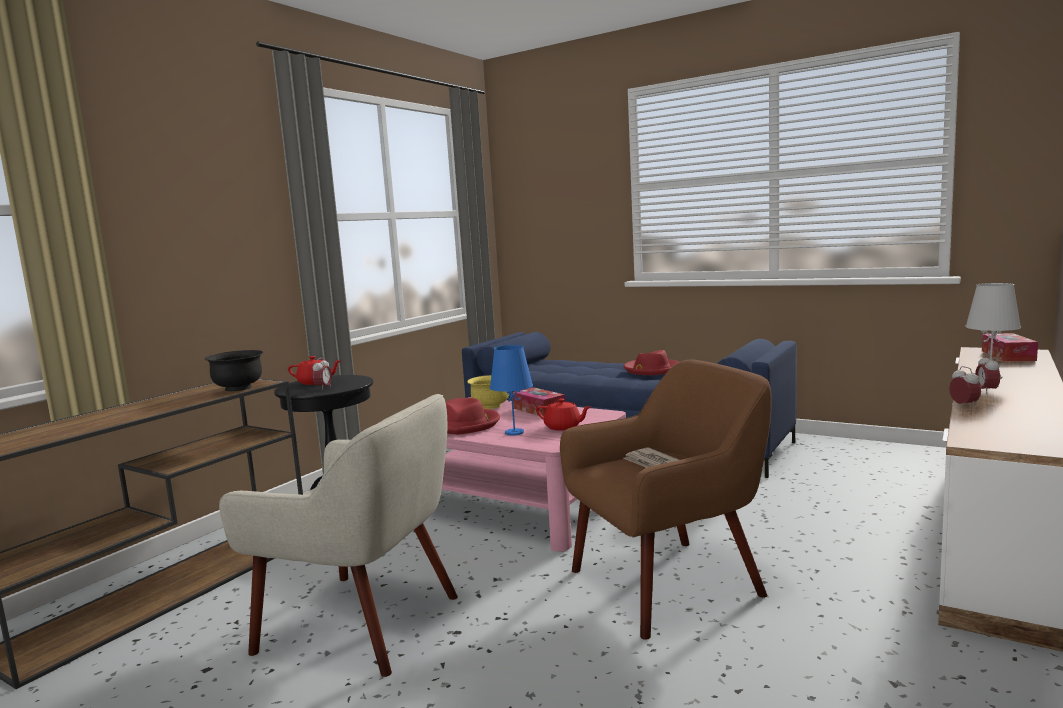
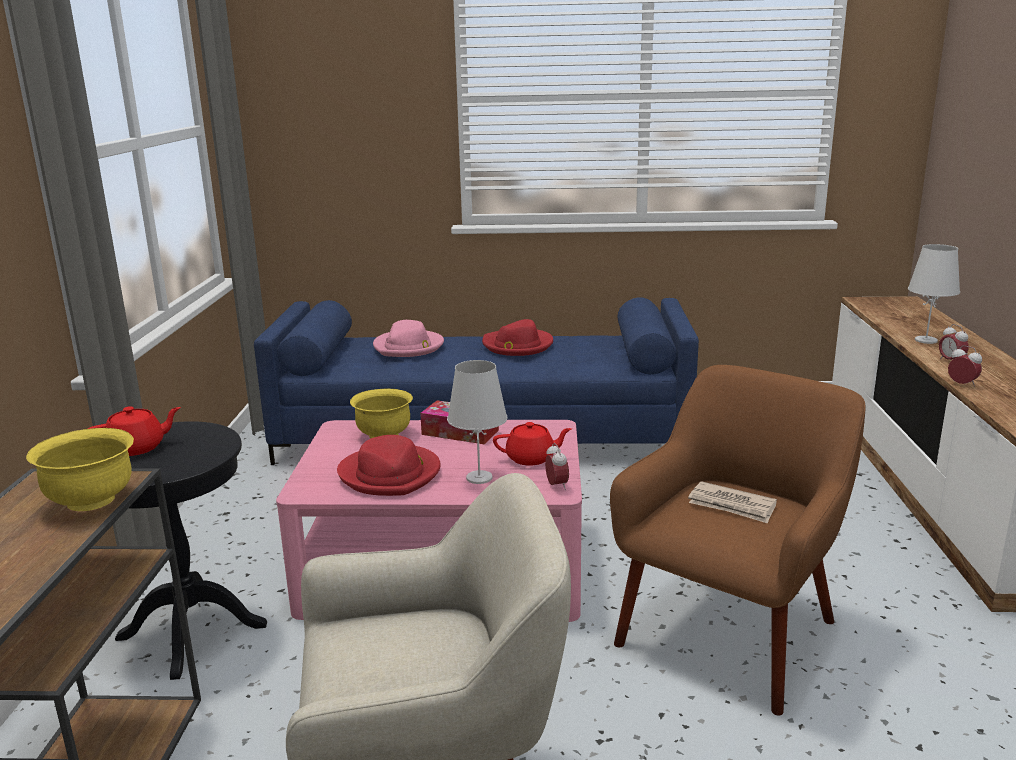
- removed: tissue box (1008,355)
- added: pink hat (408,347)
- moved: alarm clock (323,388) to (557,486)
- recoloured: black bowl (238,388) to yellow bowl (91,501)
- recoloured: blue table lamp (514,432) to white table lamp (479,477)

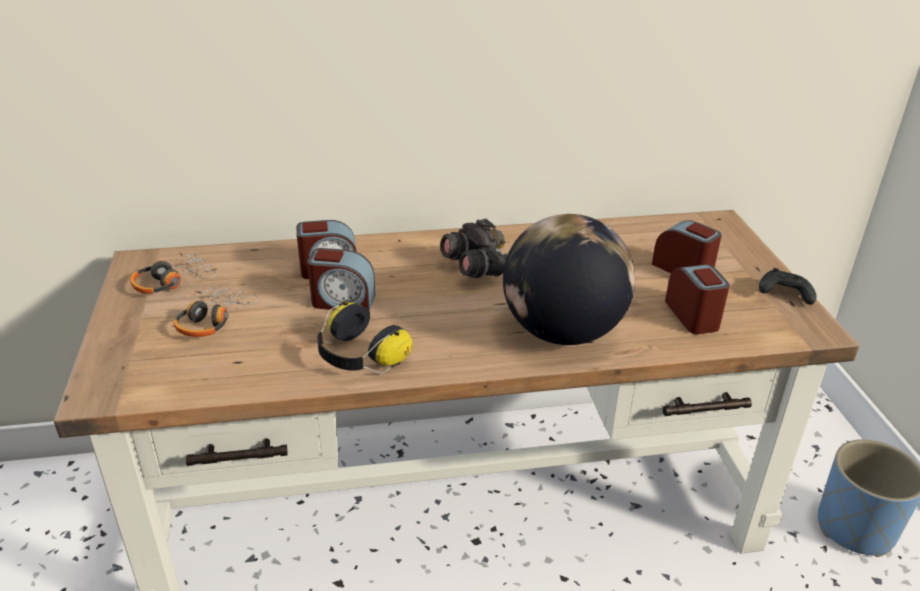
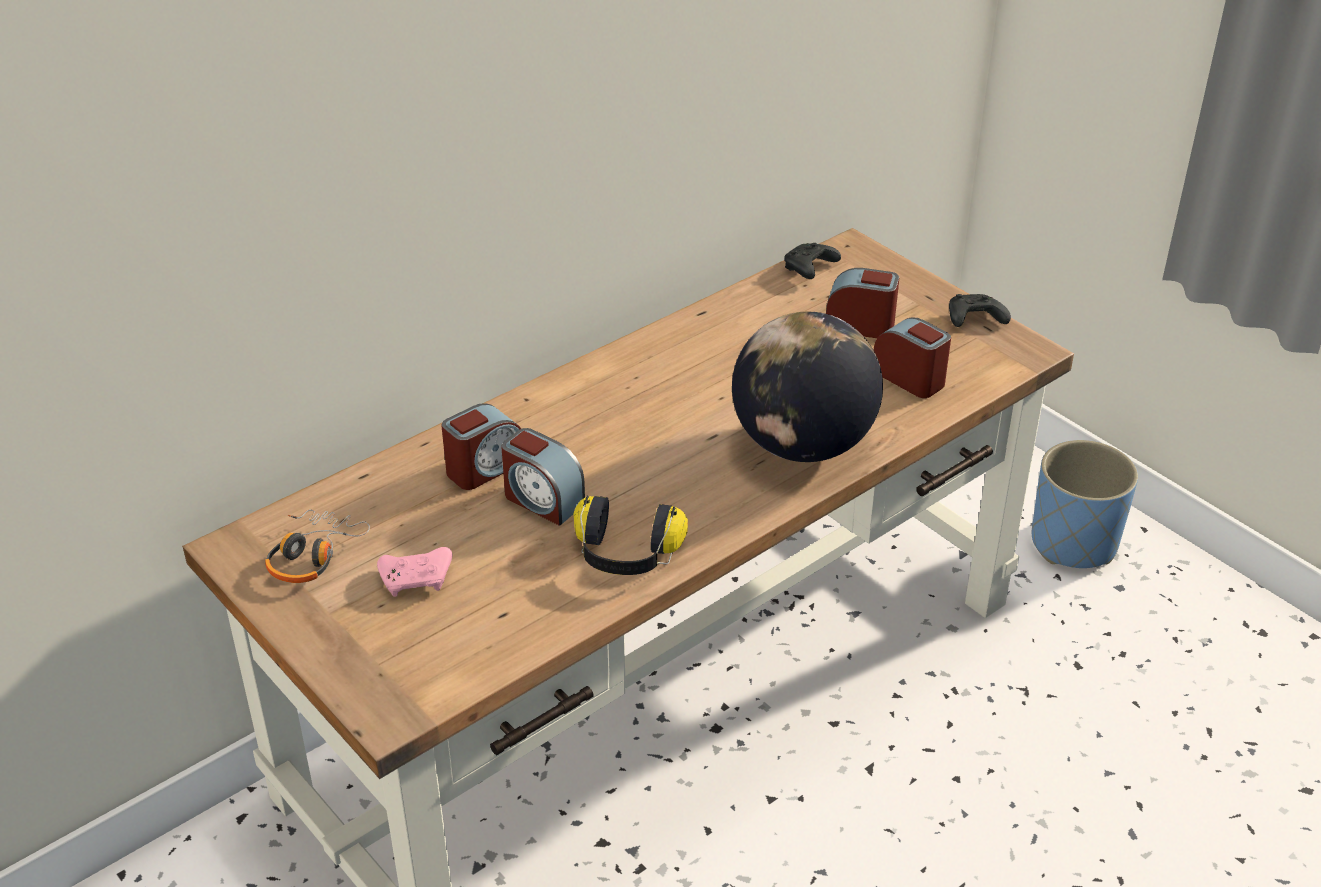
- removed: grey binoculars (479,269)
- added: black game controller (809,269)
- replaced: headphones (212,319) to pink game controller (417,580)
- turned: alarm clock (342,301) = (542,500) 60 degrees clockwise

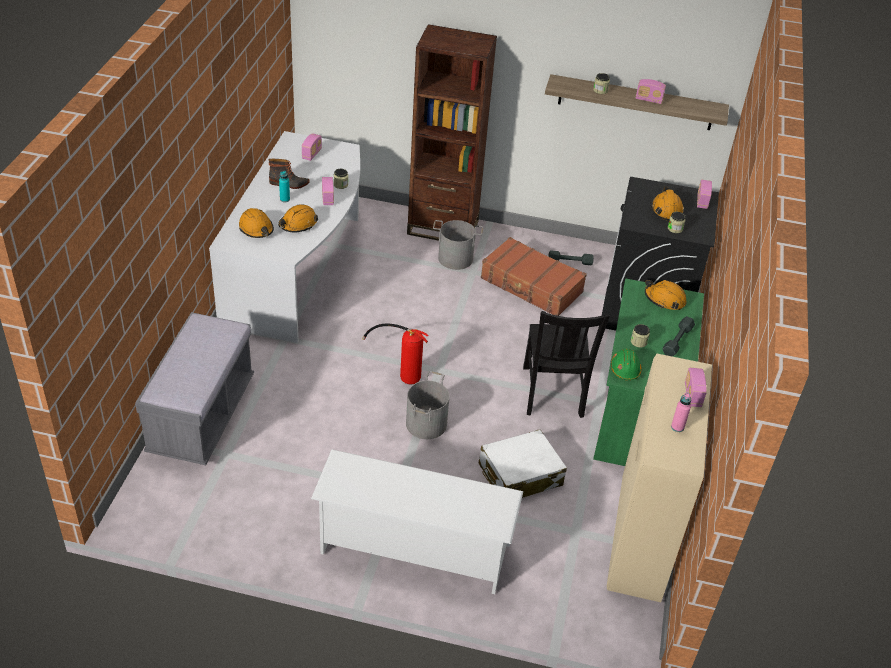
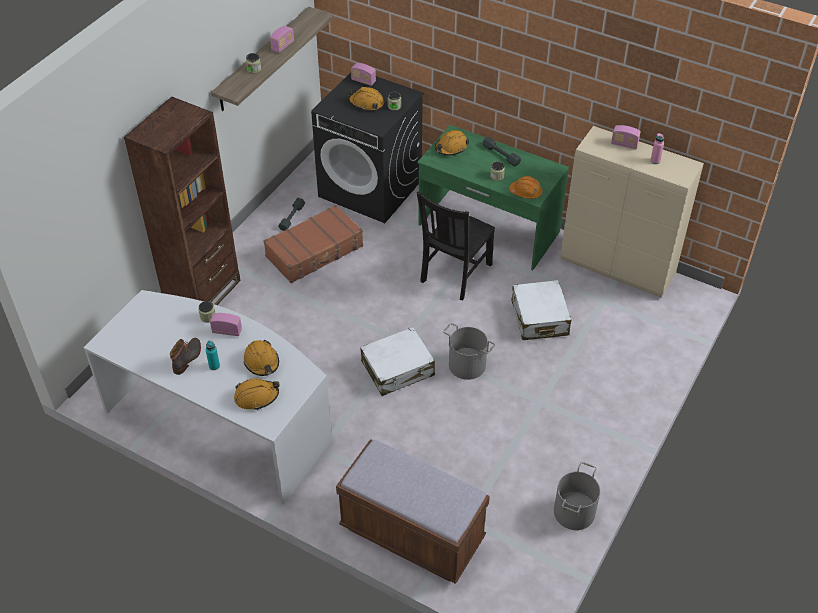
- removed: radio (312,154)
- removed: white shoe rack (414,549)
- moved: grey bucket (455,258) to (573,512)
- replaced: fire extinguisher (400,372) to white suitcase (398,369)
- recoloured: grey bench (202,417) to brown bench (412,534)
- recoloured: green hard hat (625,369) to orange hard hat (526,192)
- turned: black chair (552,393) = (454,274) 105 degrees clockwise

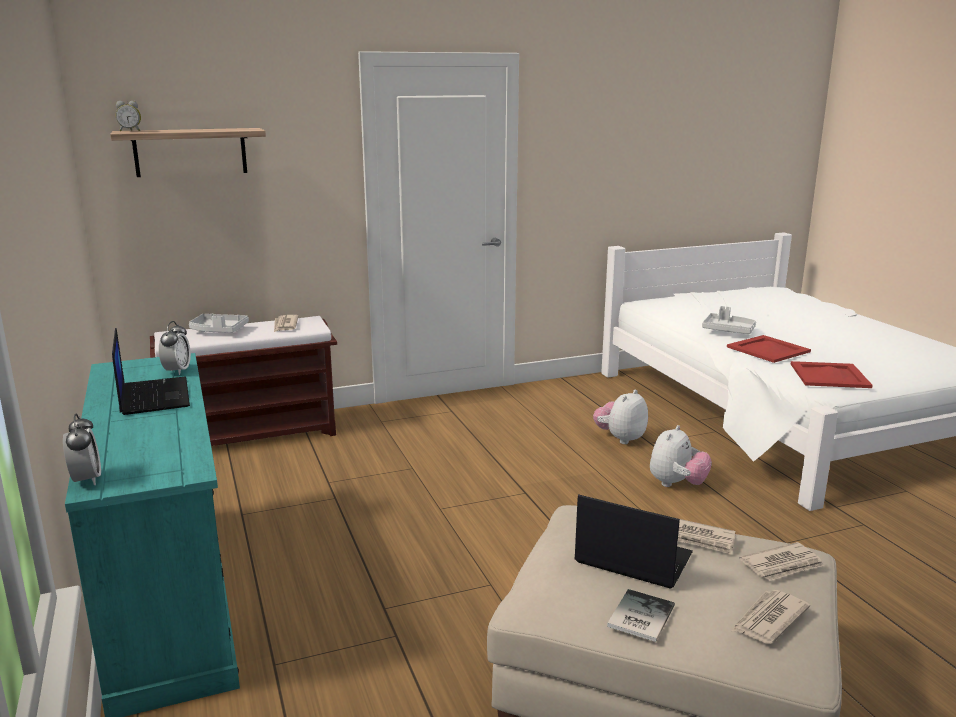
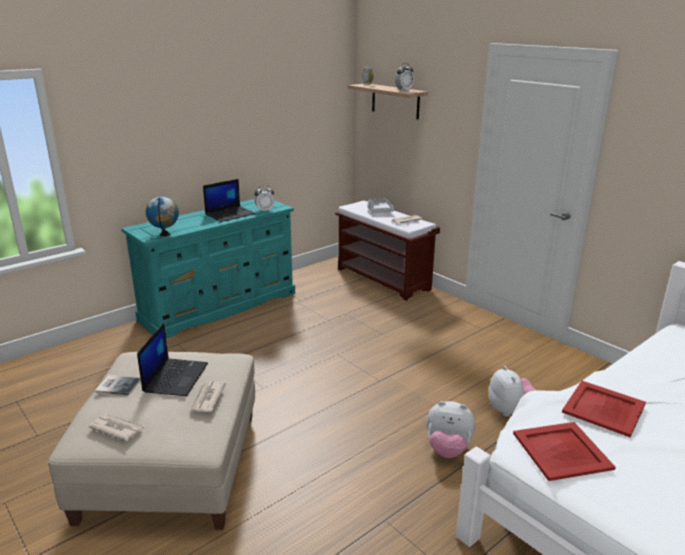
- removed: grey tray (728,330)
- removed: newspaper (782,565)
- added: globe (165,234)
- moved: alarm clock (86,480) to (403,90)
- turned: plush toy (620,438) = (510,410) 60 degrees clockwise

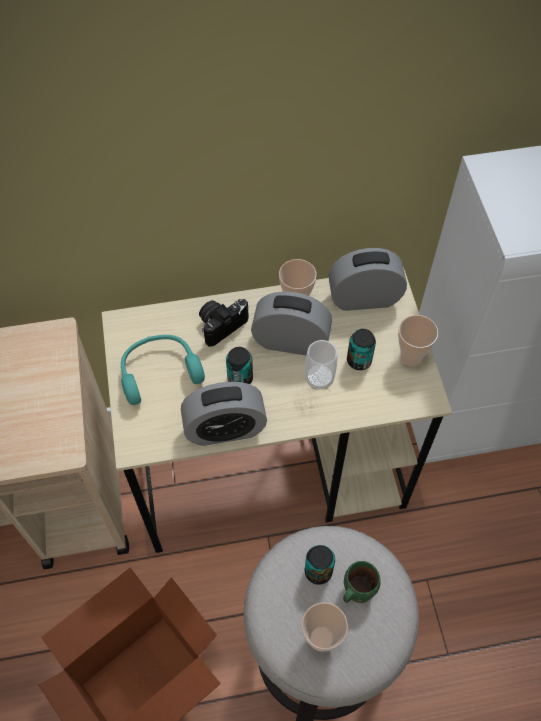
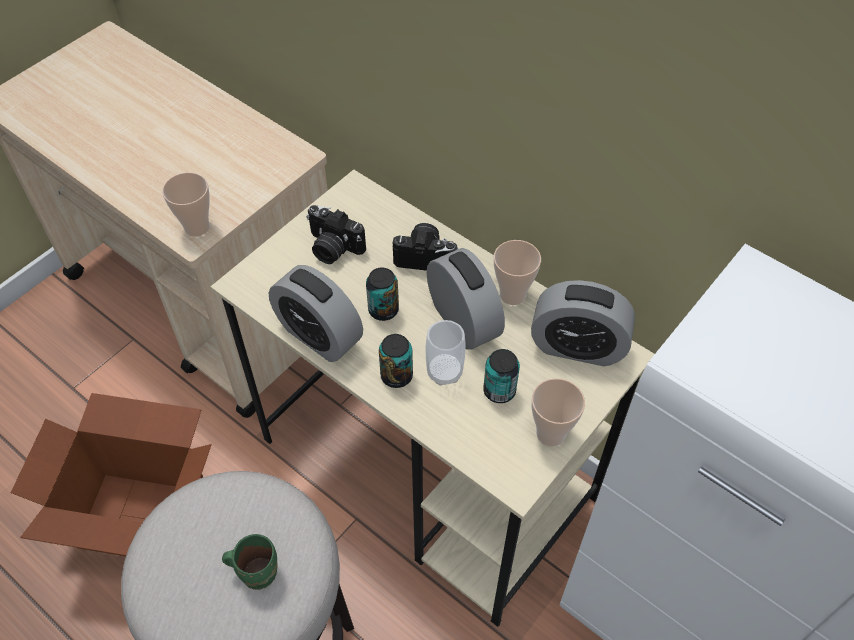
- moved: cup (321,638) to (197,227)
- moved: can (318,571) to (396,376)
- replaced: turquoise headphones (159,371) to photo camera (332,248)
- turned: alarm clock (364,298) = (577,346) 150 degrees clockwise

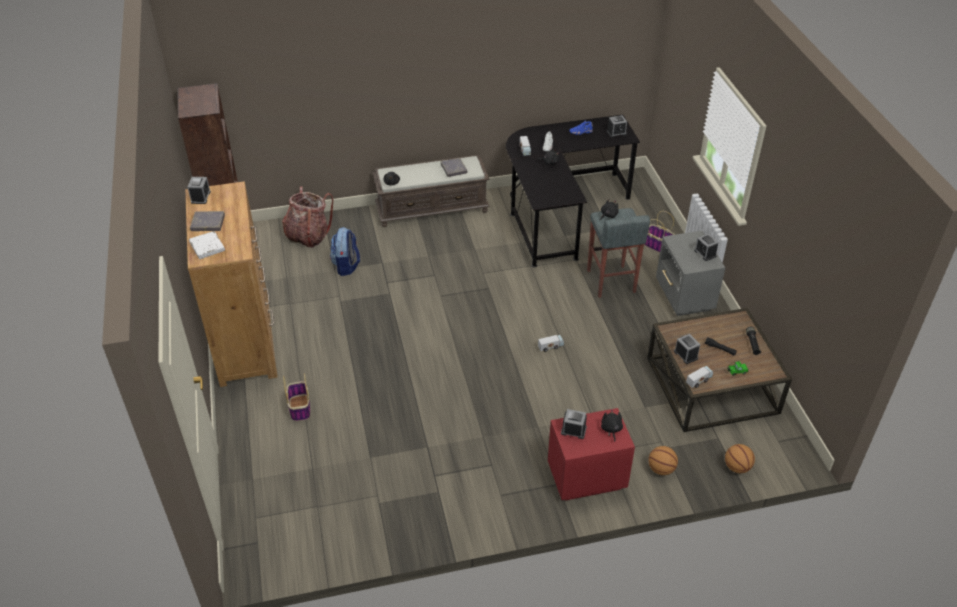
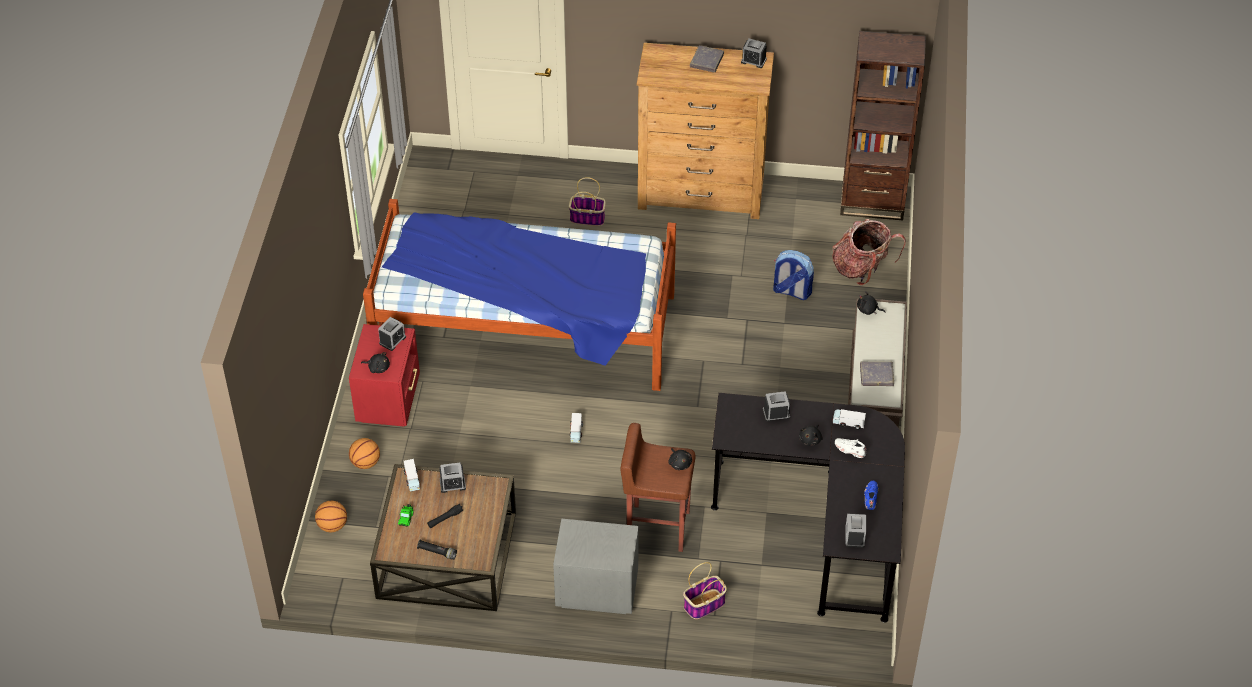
- removed: white book (207,247)
- added: bed (525,330)
- moved: alarm clock (705,253) to (776,413)
- recoloured: grey stool (610,282) to brown stool (657,527)

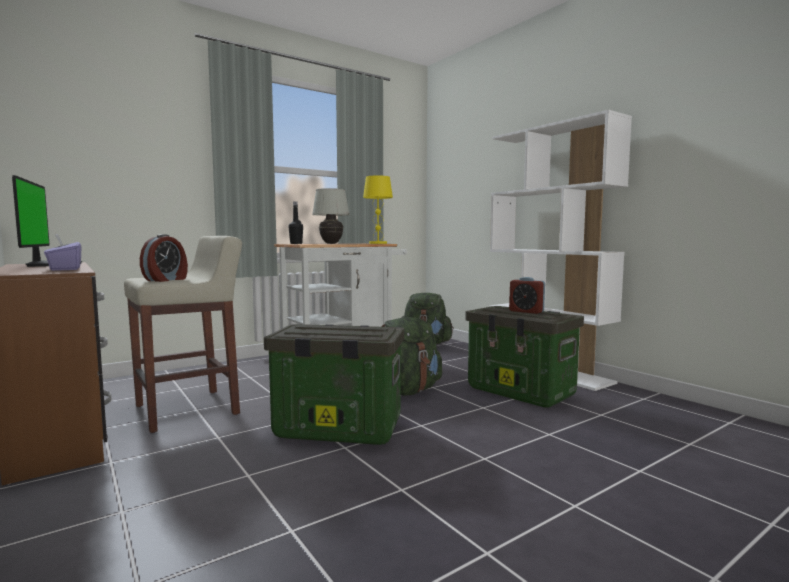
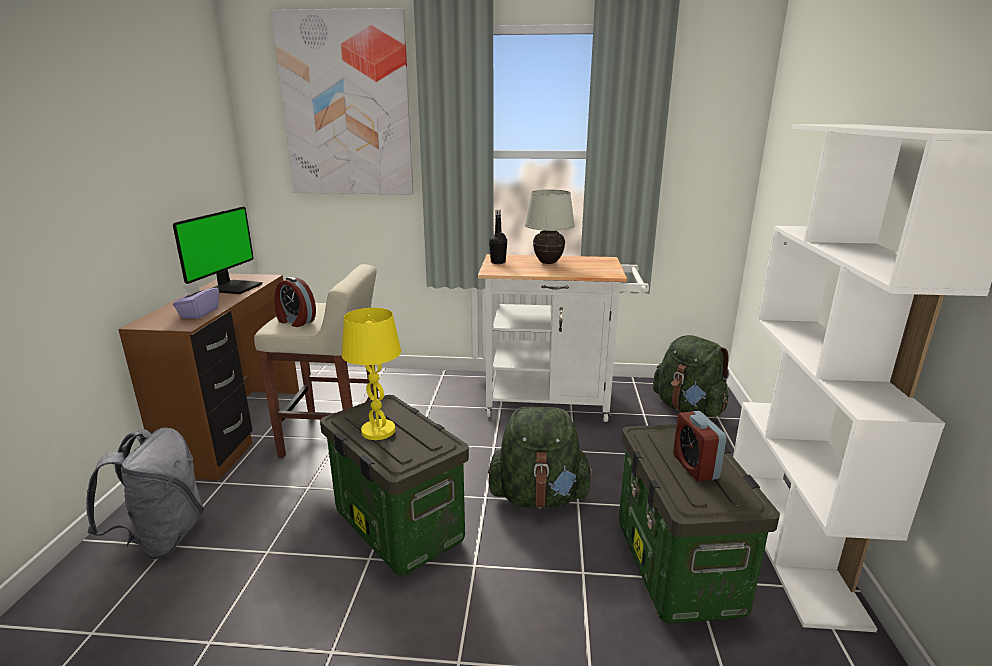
- added: grey backpack (163,538)
- added: picture (347,106)
- moved: yellow table lamp (378,243) to (378,431)
- turned: alarm clock (166,280) = (295,321) 60 degrees clockwise

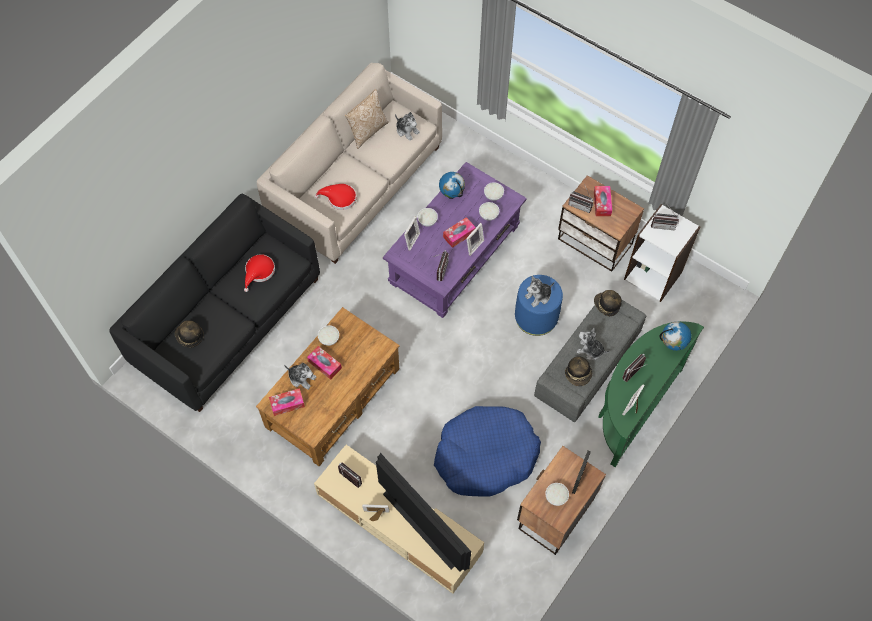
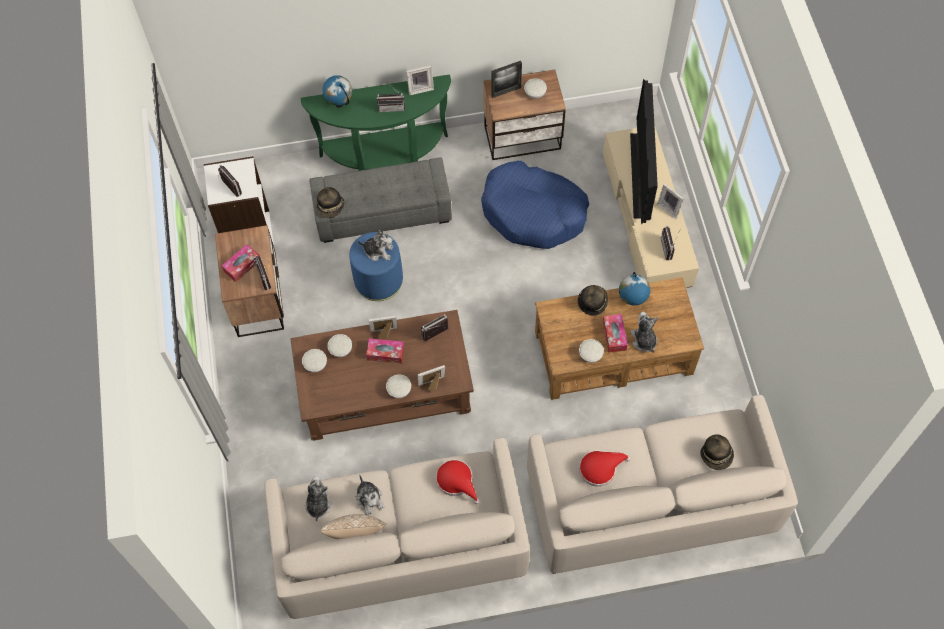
- removed: tissue box (287,404)
- moved: globe (451,195) to (632,300)
- moved: hat (578,375) to (592,302)
- moved: plush toy (590,350) to (370,499)
- recoloured: black sofa (227,320) to beige sofa (649,502)
- recoloured: purple coffee table (455,254) to brown coffee table (385,391)

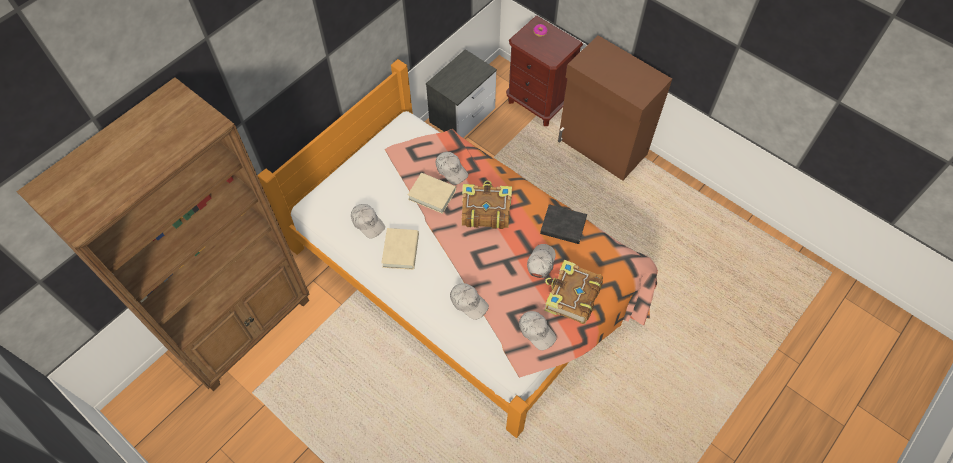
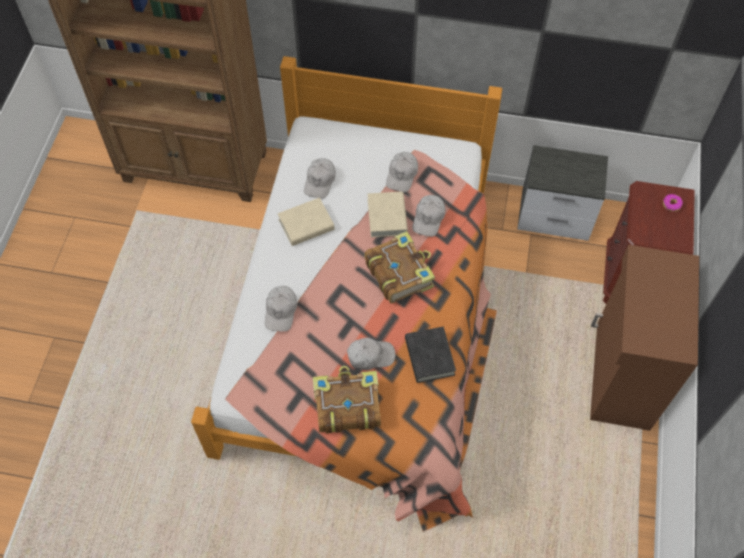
- moved: white cap (536,331) to (402,175)

